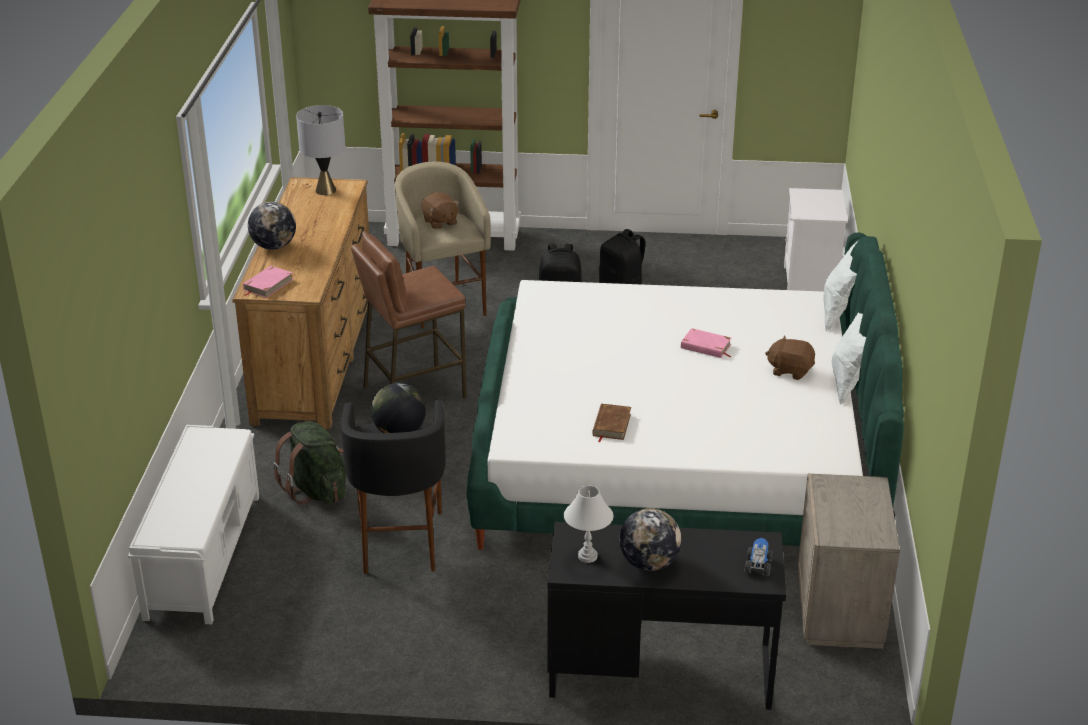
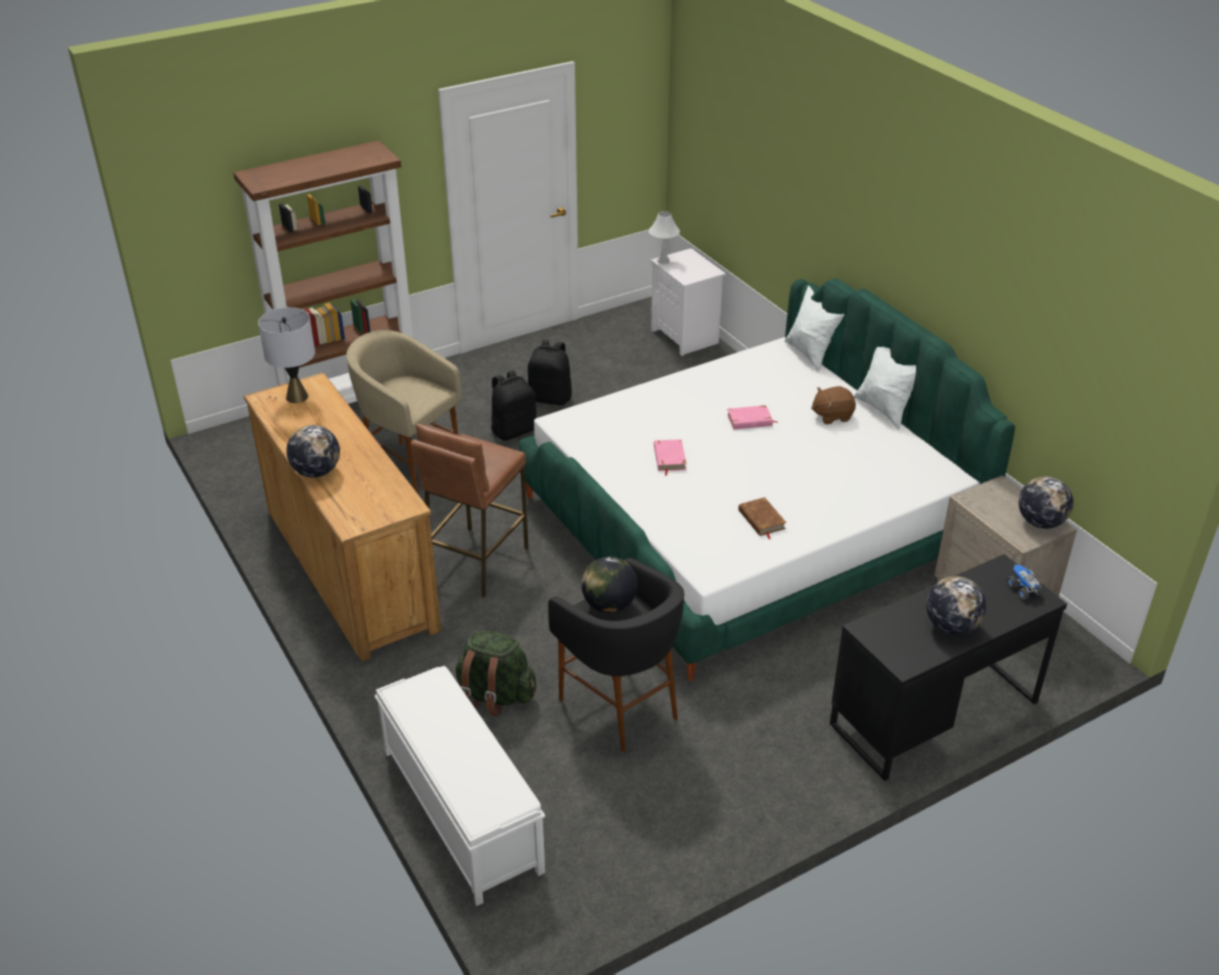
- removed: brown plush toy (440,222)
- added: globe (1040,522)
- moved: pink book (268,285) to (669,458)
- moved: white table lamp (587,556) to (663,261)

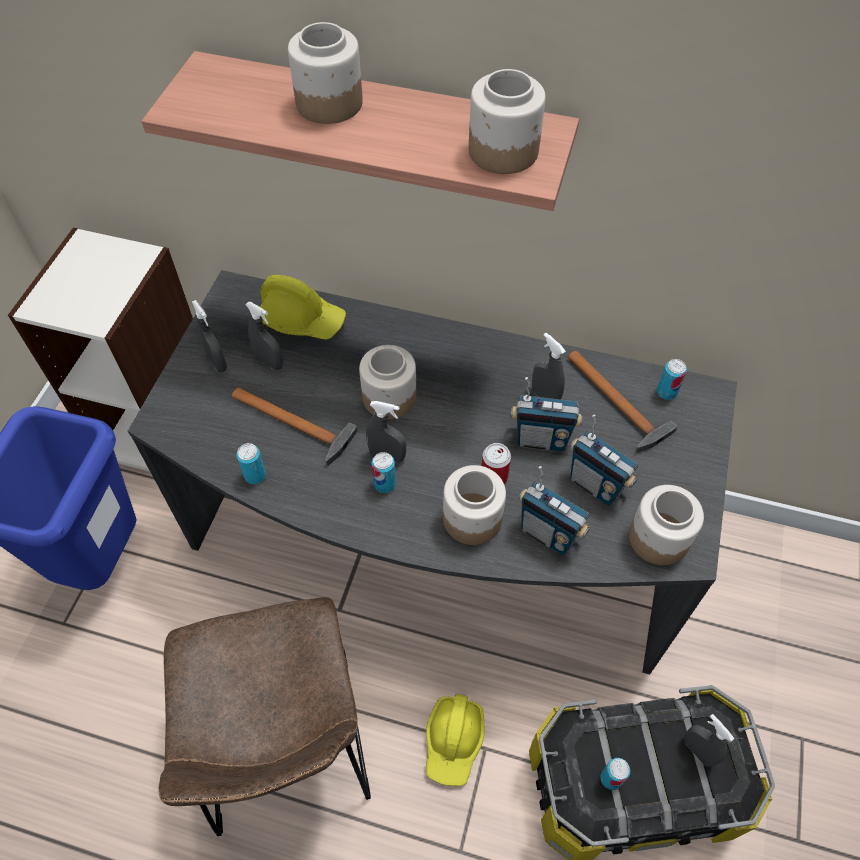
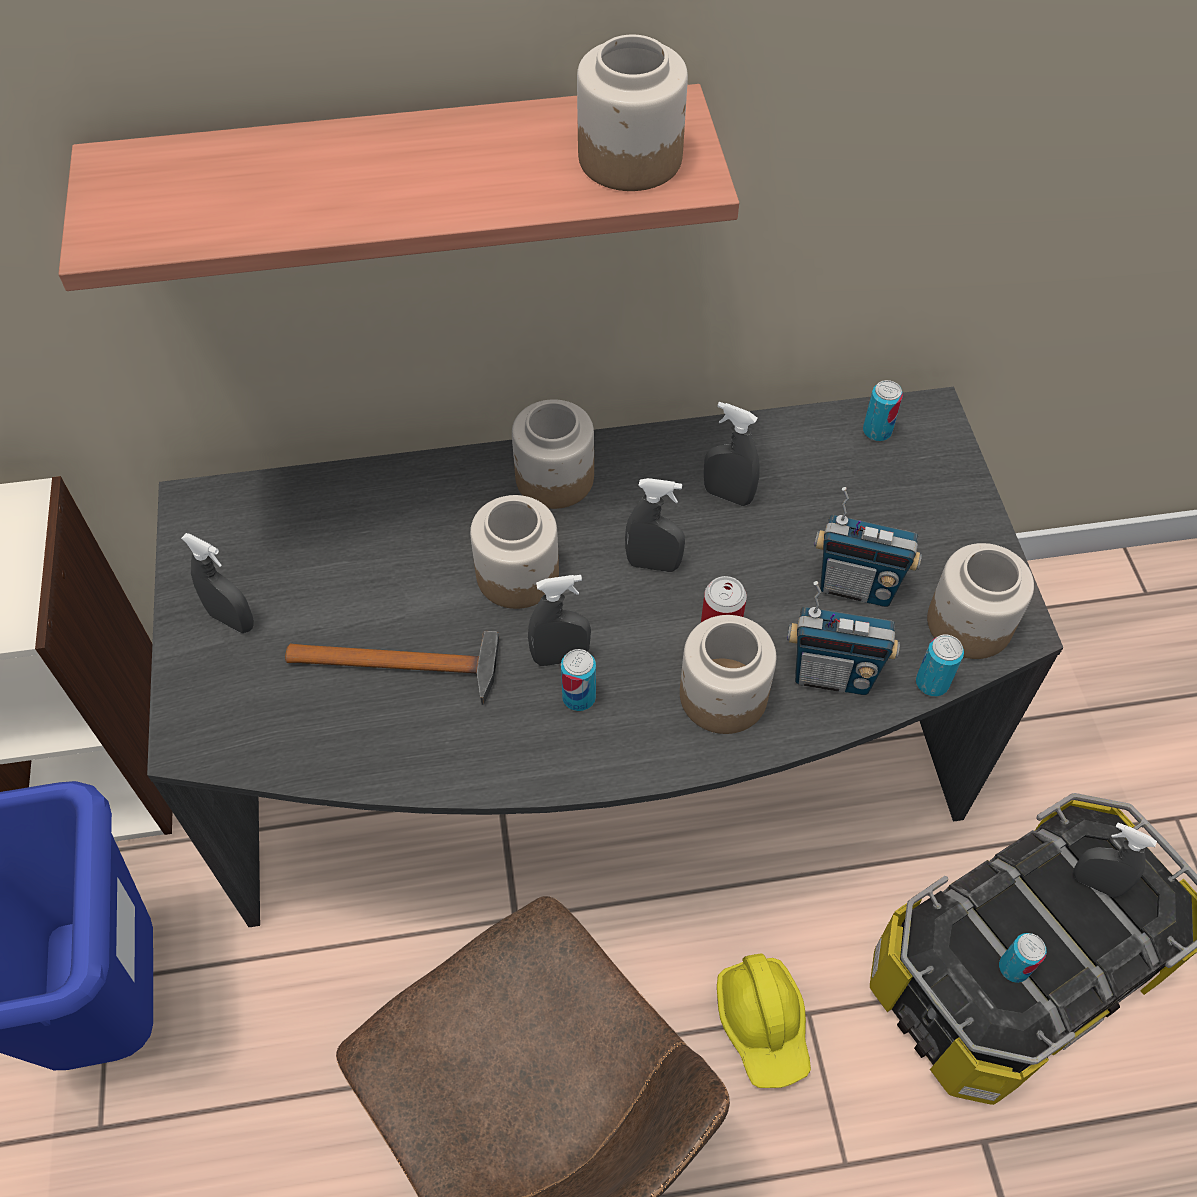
- removed: yellow hard hat (302,319)
- removed: radio (541,439)
- removed: hammer (617,404)
- moved: can (255,475) to (932,683)
- moved: grey spray bottle (269,362) to (653,564)
- moved: jar (328,104) to (554,479)

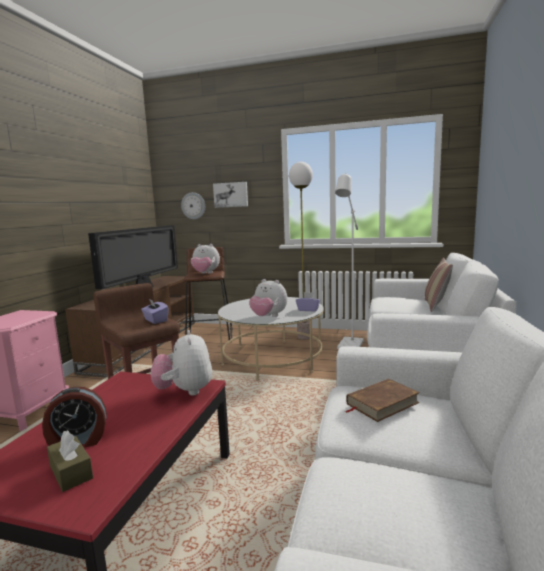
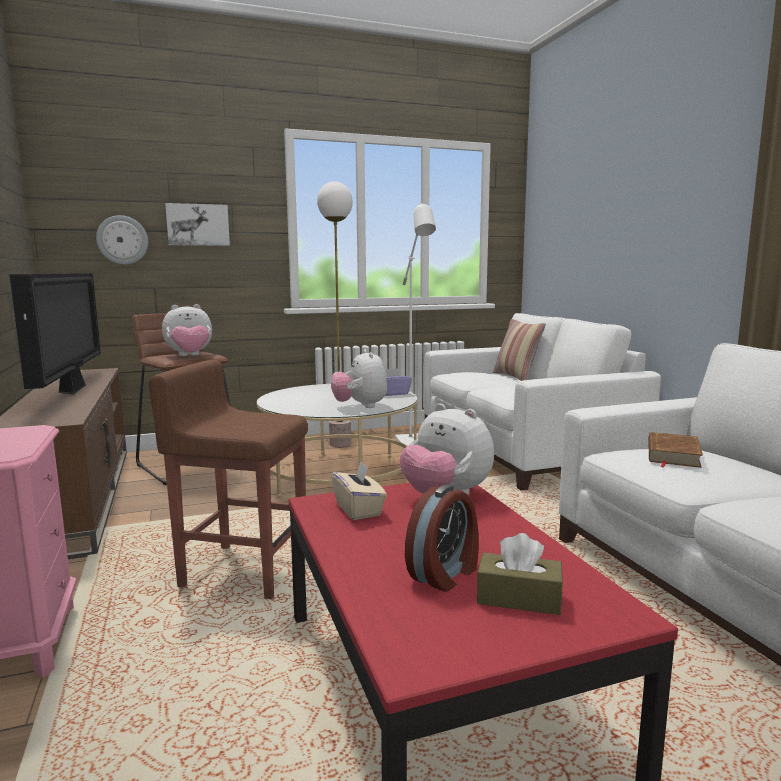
- removed: purple tissue box (155,320)
- added: beige tissue box (359,509)
- turned: plush toy (268,317) = (360,406) 75 degrees clockwise

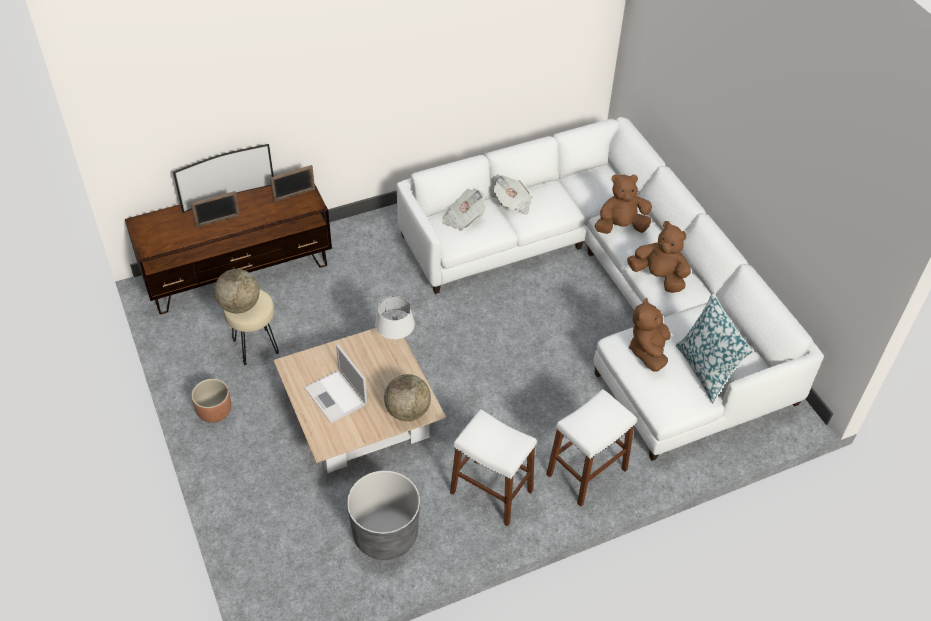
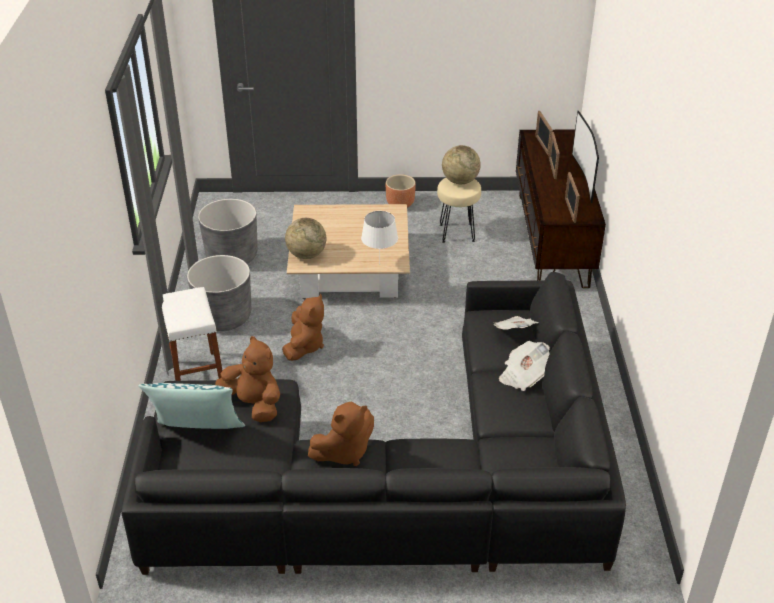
- removed: laptop (336,397)
- added: picture frame (542,145)
- moved: brown plush toy (620,227) to (304,346)
- replaced: white stool (491,492) to grey planter (224,316)
- recoloured: white sofa (610,291) to black sofa (399,478)

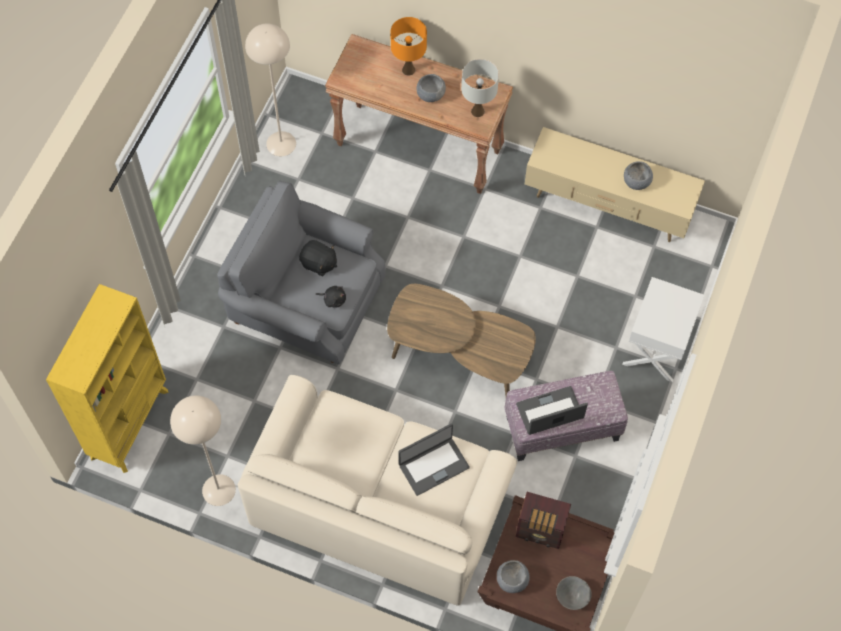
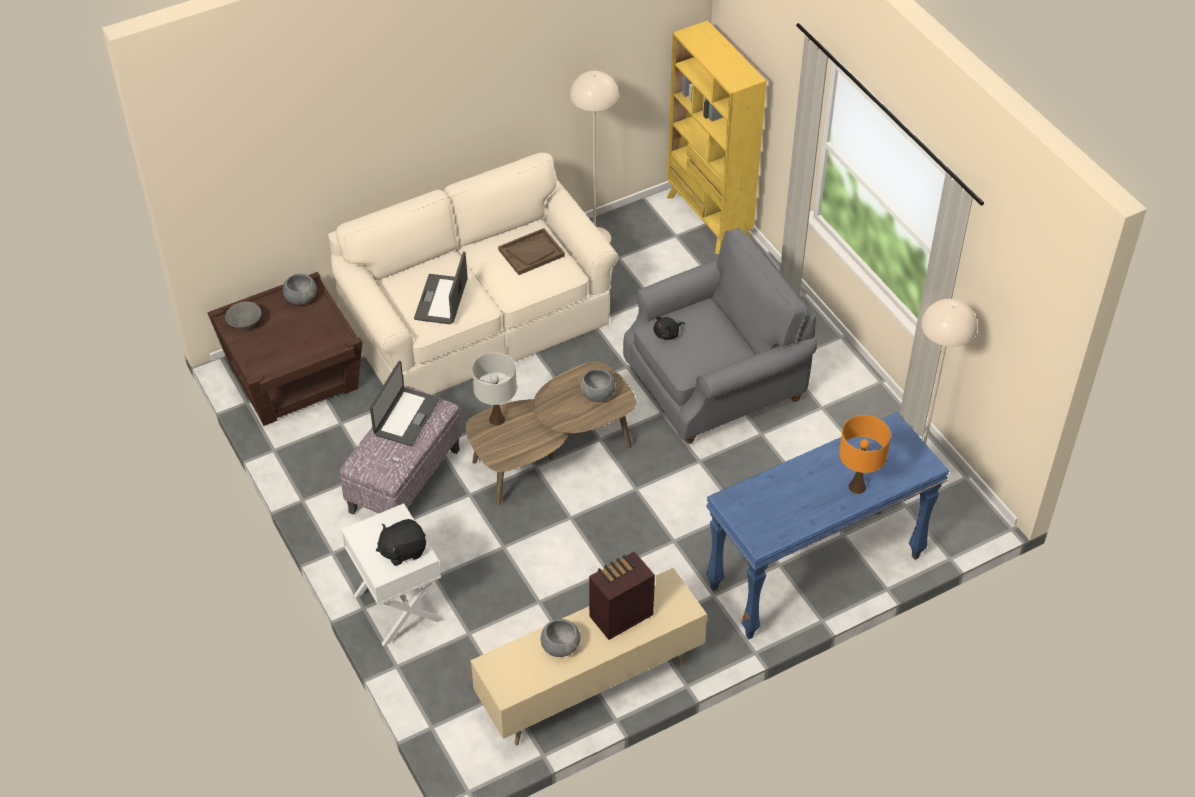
- added: brown tray (531,253)
- moved: black plush toy (318,264) to (403,550)
- moved: grey bowl (430,94) to (597,394)
- moved: white table lamp (478,111) to (496,419)
- moved: radio (541,531) to (619,615)
- recoloured: brown console table (419,147) to blue console table (815,574)

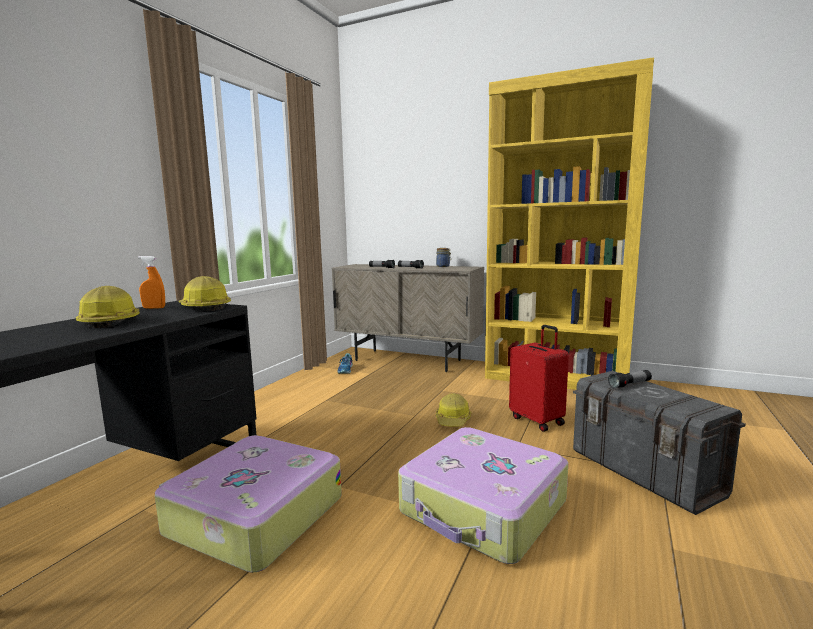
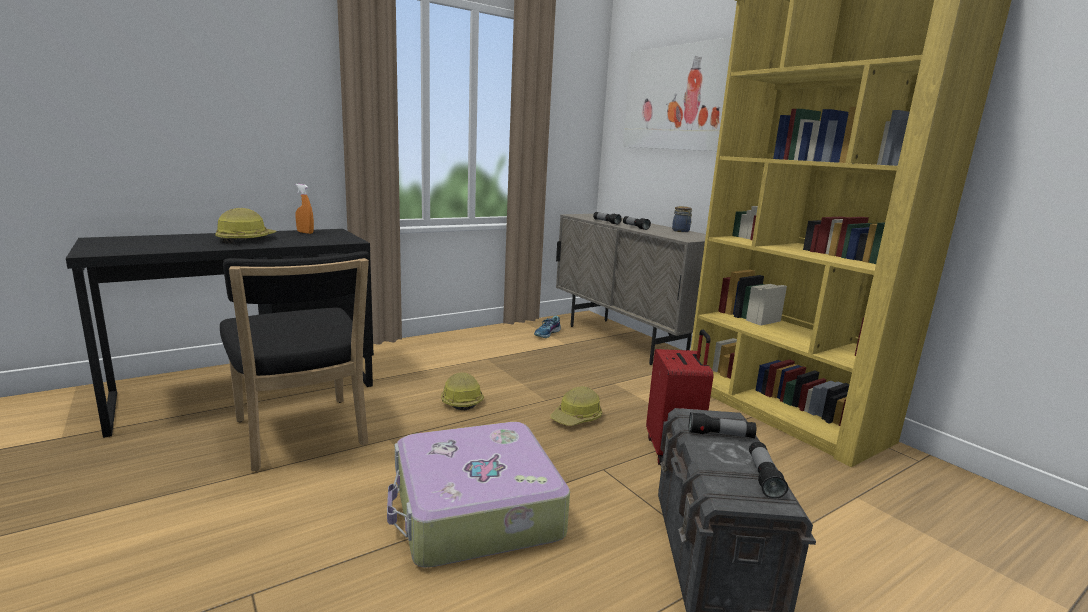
- added: picture (681,98)
- added: flashlight (764,477)
- moved: hard hat (204,307) to (460,400)
- replaced: suitcase (253,516) to black chair (302,436)

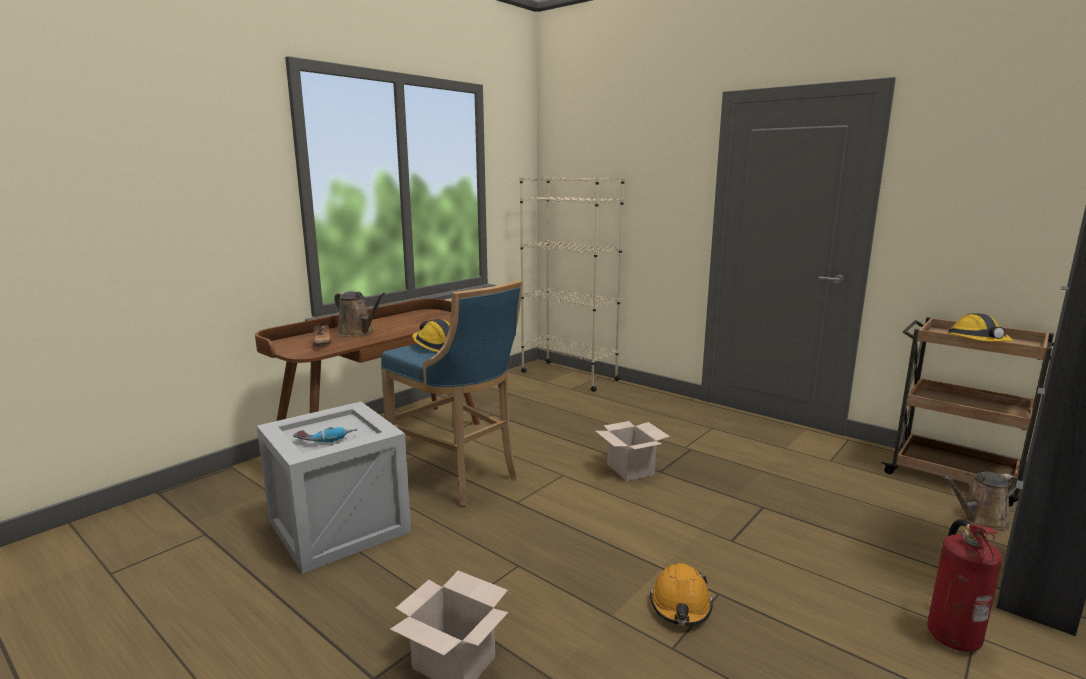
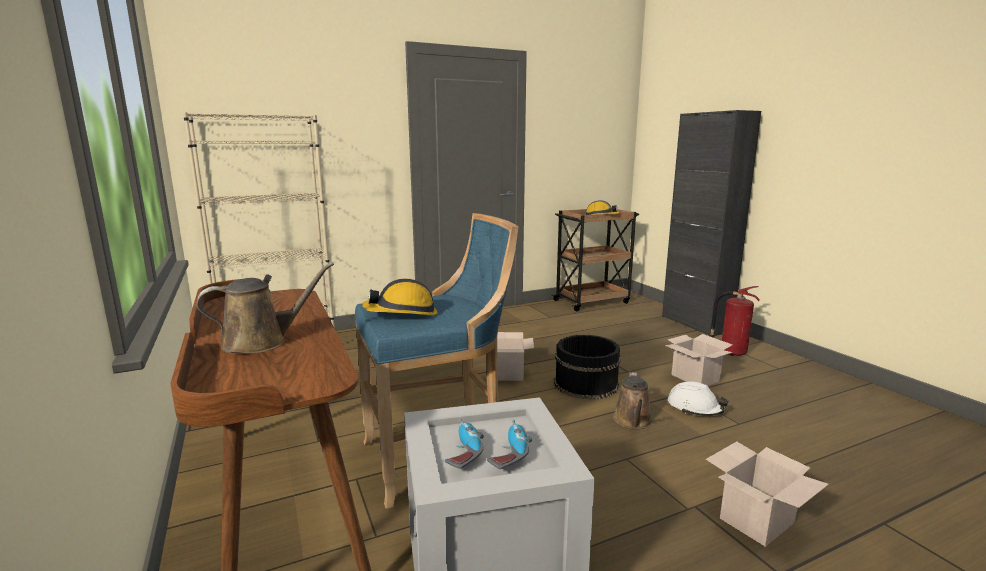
- removed: shoe (322,343)
- added: power drill (461,451)
- added: black bucket (585,384)
- added: cardboard box (693,377)
- moved: brown watering can (979,519) to (633,421)
- recoloured: orange hard hat (680,605) to white hard hat (695,408)

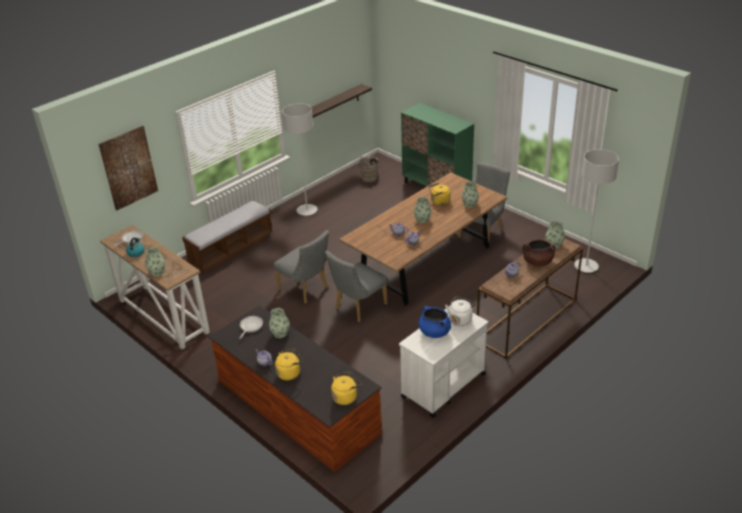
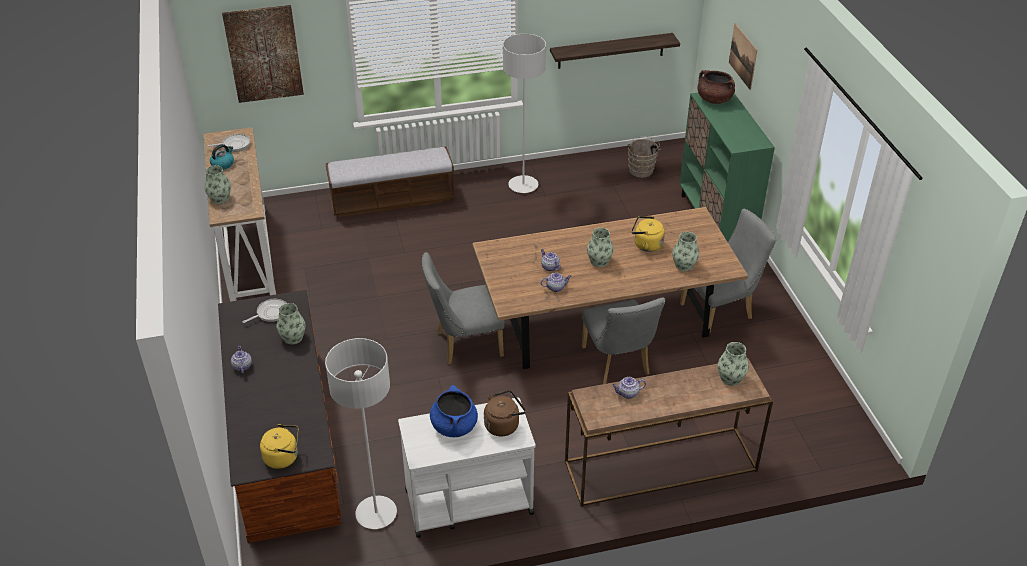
- removed: yellow kettle (290,373)
- added: picture (743,56)
- moved: grey chair (306,290) to (618,364)
- moved: brown cooking pot (537,262) to (714,99)
- moved: grey floor lamp (586,266) to (376,513)
- recoloured: white kettle (460,319) to brown kettle (503,424)

